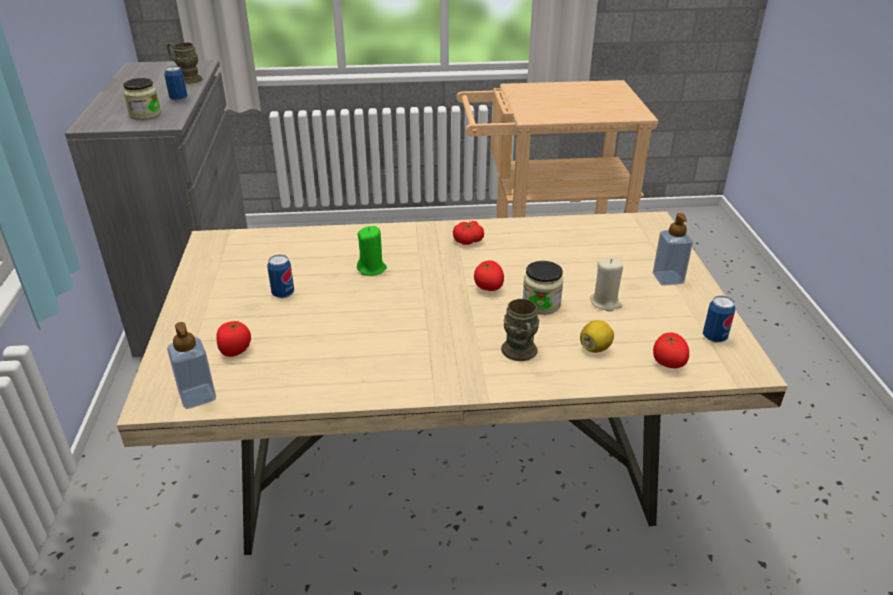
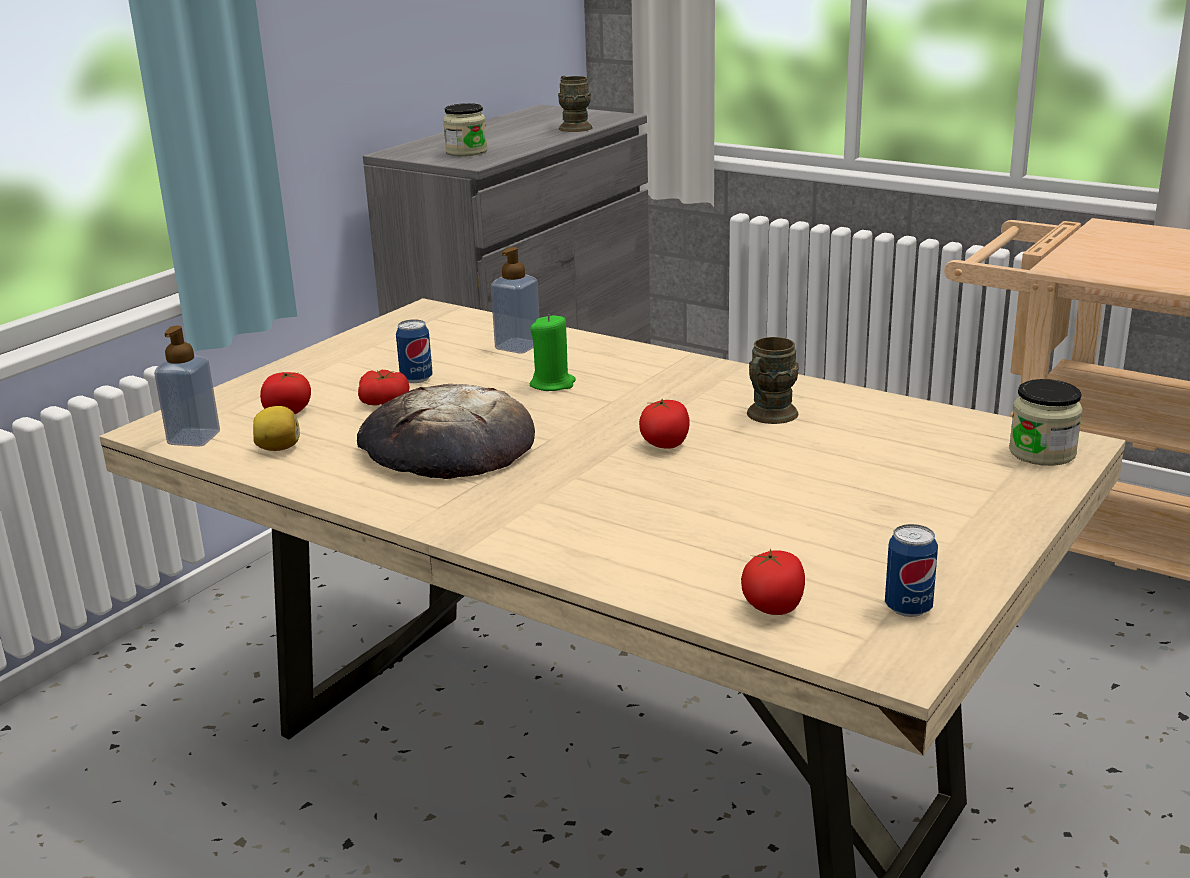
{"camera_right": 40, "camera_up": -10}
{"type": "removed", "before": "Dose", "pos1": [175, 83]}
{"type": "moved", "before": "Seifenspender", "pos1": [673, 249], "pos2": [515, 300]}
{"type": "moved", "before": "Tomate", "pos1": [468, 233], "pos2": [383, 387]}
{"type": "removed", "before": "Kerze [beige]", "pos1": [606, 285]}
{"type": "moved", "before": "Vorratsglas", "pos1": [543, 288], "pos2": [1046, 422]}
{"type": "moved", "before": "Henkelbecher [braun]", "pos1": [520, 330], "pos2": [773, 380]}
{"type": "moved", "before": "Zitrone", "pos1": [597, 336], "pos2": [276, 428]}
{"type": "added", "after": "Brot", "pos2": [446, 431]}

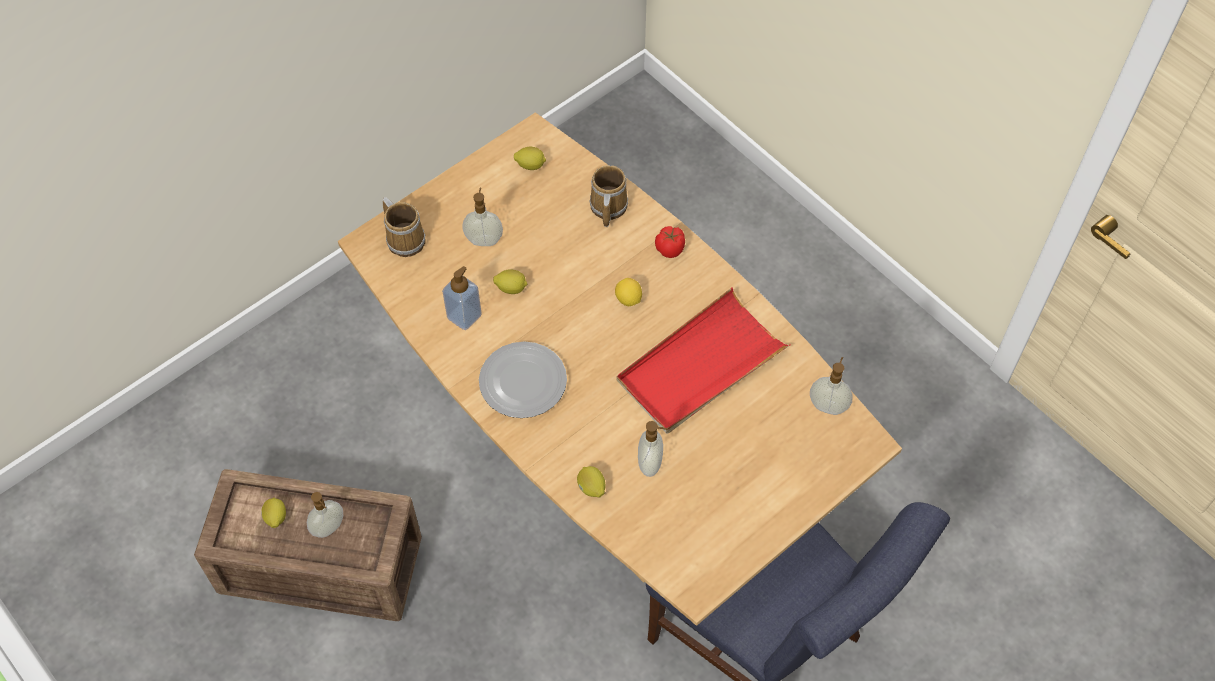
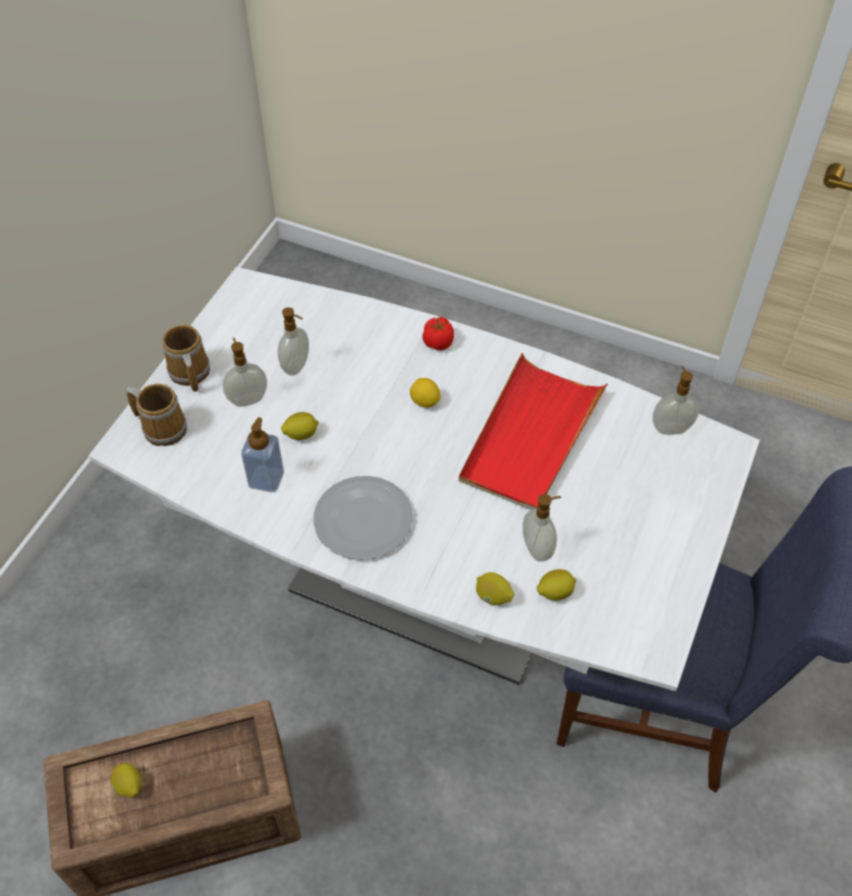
{"camera_right": -25, "camera_up": -5}
{"type": "recoloured", "before": "Esstisch [braun]", "after": "Esstisch [weiß]", "pos1": [620, 369], "pos2": [424, 479]}
{"type": "moved", "before": "Zitrone", "pos1": [530, 158], "pos2": [556, 585]}
{"type": "moved", "before": "Henkelbecher", "pos1": [608, 196], "pos2": [186, 358]}
{"type": "moved", "before": "Seifenspender", "pos1": [325, 515], "pos2": [293, 341]}

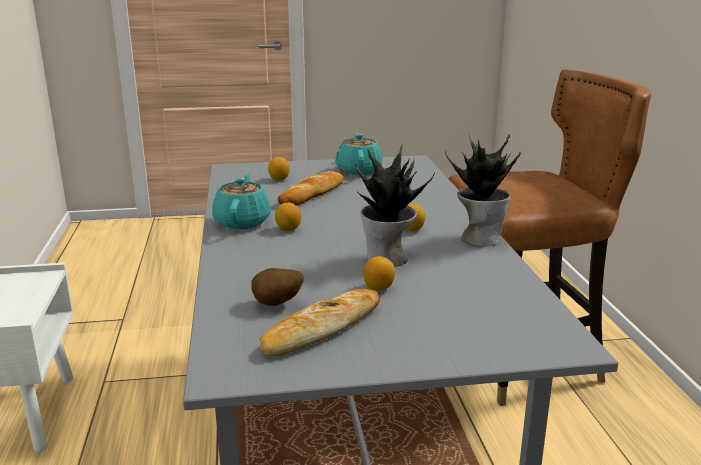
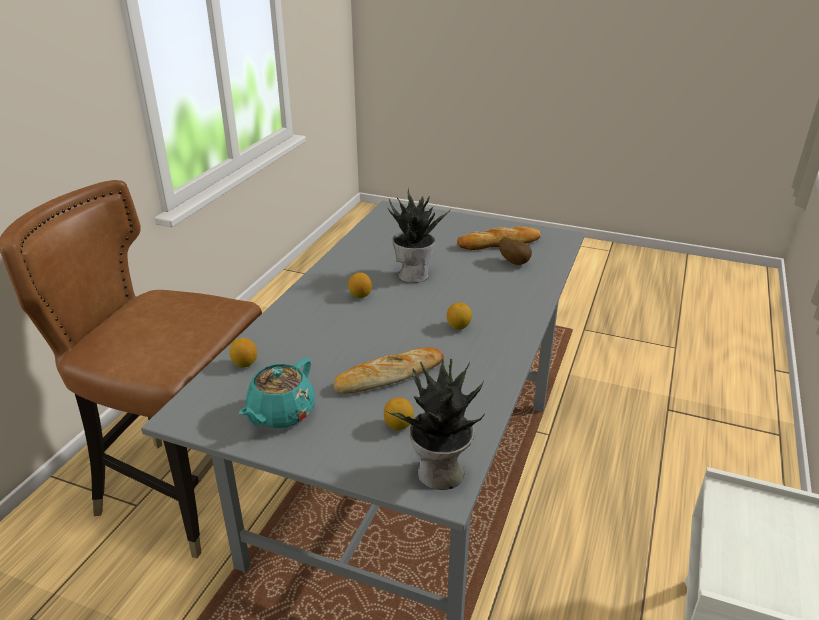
{"camera_right": -150, "camera_up": 10}
{"type": "moved", "before": "Topfpflanze", "pos1": [483, 190], "pos2": [435, 424]}
{"type": "removed", "before": "Teekanne [türkis]", "pos1": [241, 201]}
{"type": "moved", "before": "Zitrone", "pos1": [379, 273], "pos2": [243, 353]}

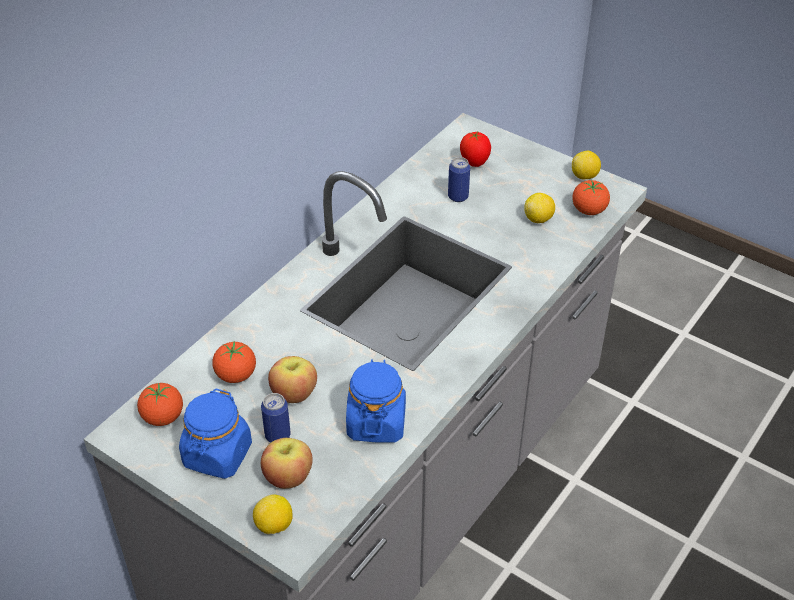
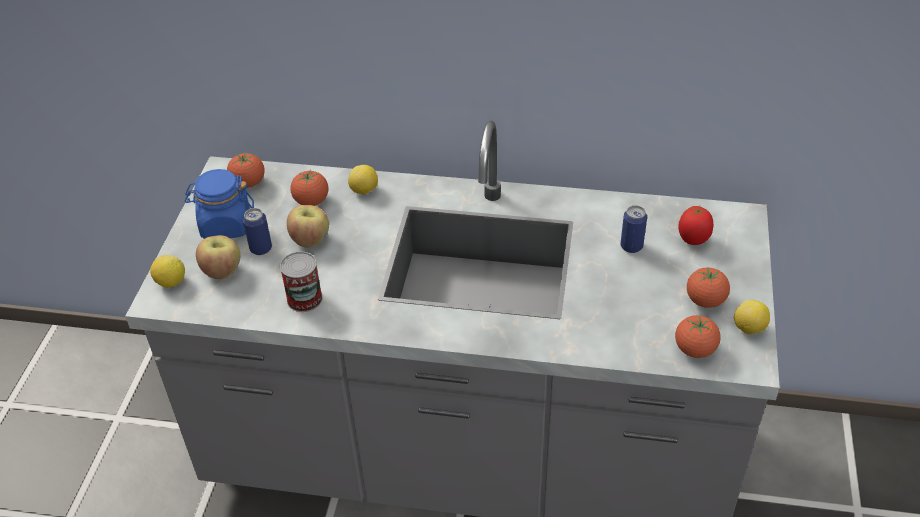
{"camera_right": 65, "camera_up": 0}
{"type": "moved", "before": "Zitrone", "pos1": [539, 208], "pos2": [363, 179]}
{"type": "replaced", "before": "Vorratsglas [blau]", "after": "Dose", "pos1": [376, 400], "pos2": [301, 282]}
{"type": "added", "after": "Tomate", "pos2": [708, 287]}

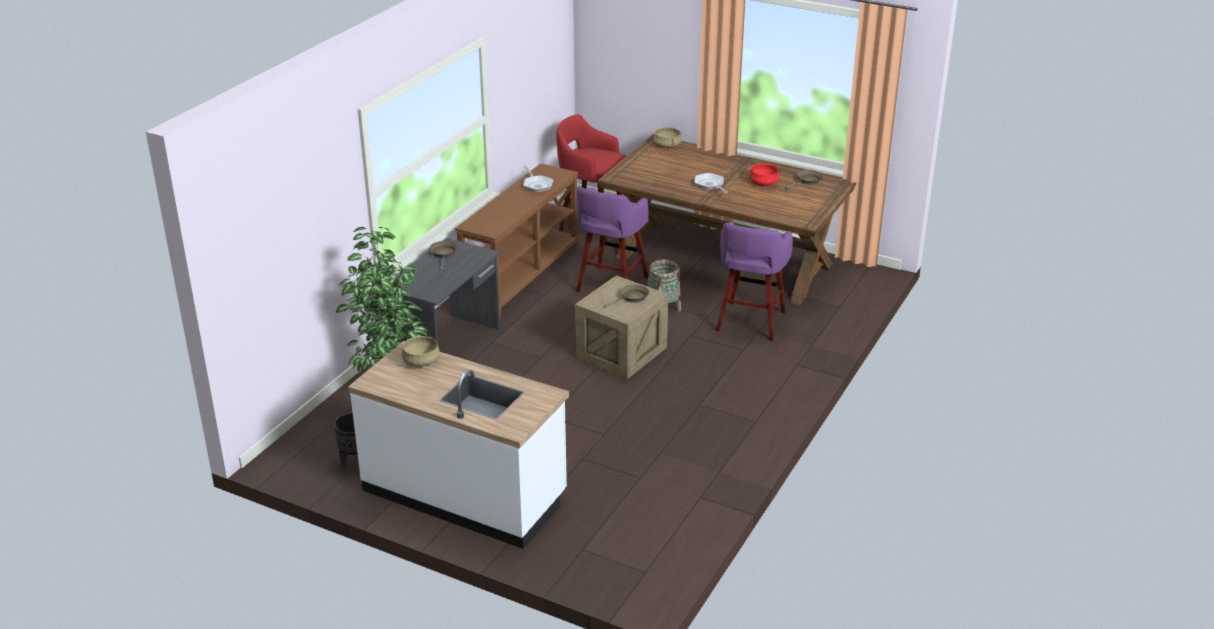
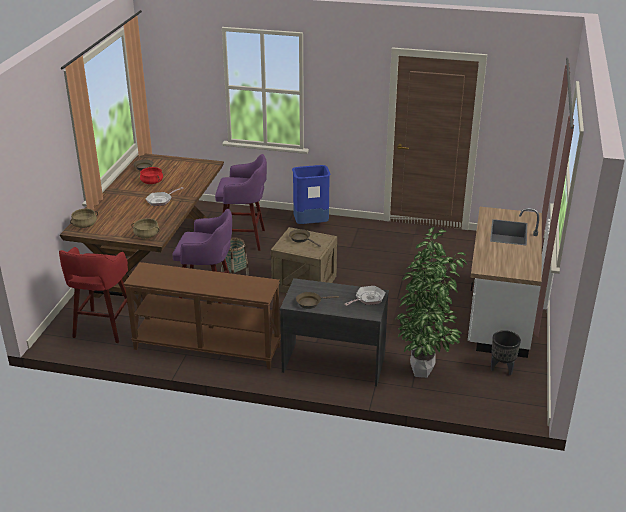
{"camera_right": -105, "camera_up": 0}
{"type": "moved", "before": "Pfanne", "pos1": [538, 179], "pos2": [365, 296]}
{"type": "moved", "before": "Kochtopf [beige]", "pos1": [421, 351], "pos2": [145, 228]}
{"type": "added", "after": "Mülleimer [blau]", "pos2": [311, 194]}

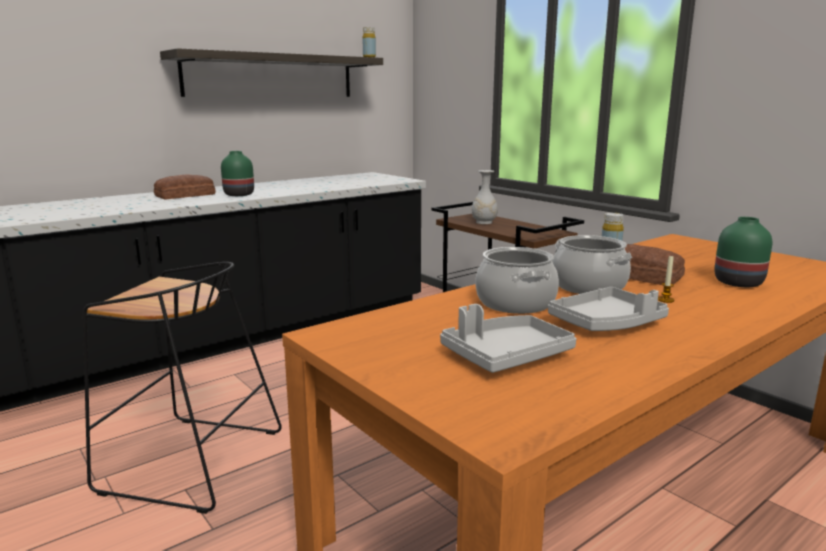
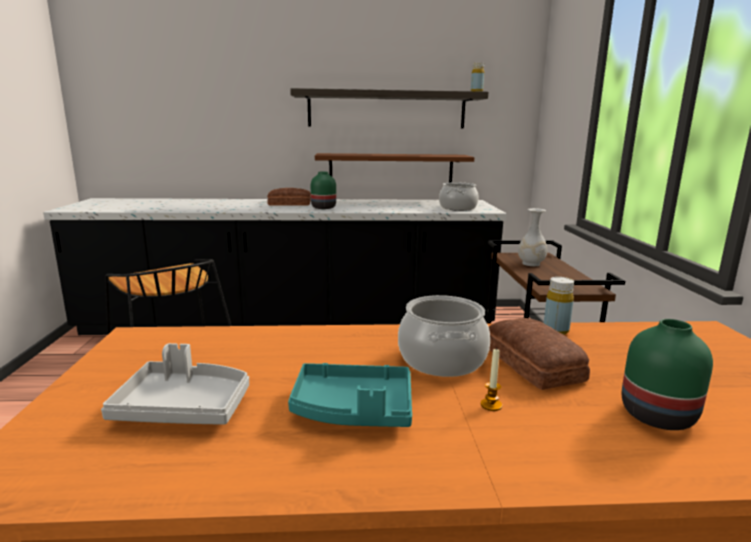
{"camera_right": 35, "camera_up": 0}
{"type": "moved", "before": "Kochtopf", "pos1": [517, 280], "pos2": [459, 196]}
{"type": "recoloured", "before": "Tablett [grau]", "after": "Tablett [türkis]", "pos1": [608, 309], "pos2": [350, 395]}
{"type": "added", "after": "Wandregal [braun]", "pos2": [394, 168]}

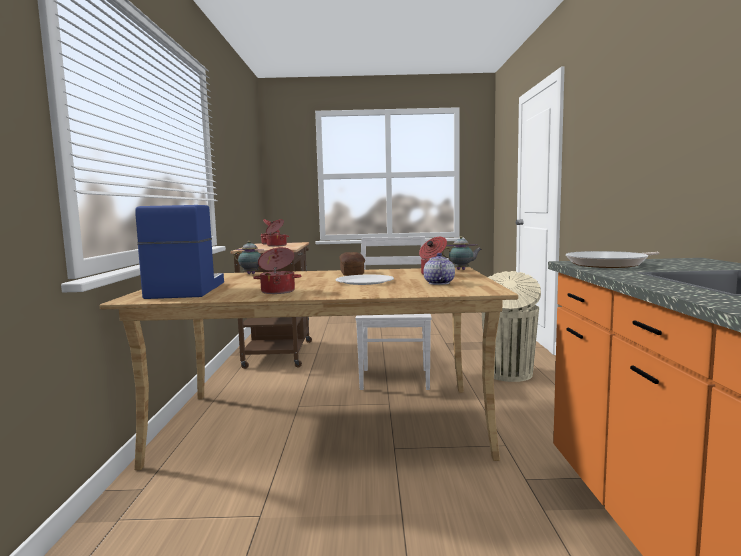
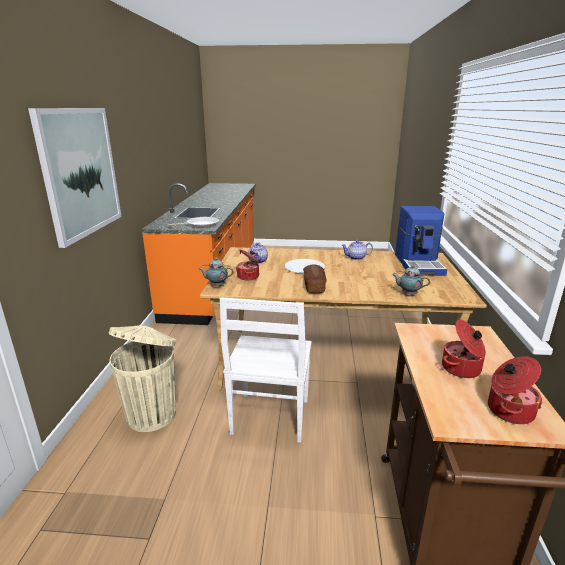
{"camera_right": -175, "camera_up": 15}
{"type": "replaced", "before": "Kochtopf", "after": "Teekanne", "pos1": [277, 270], "pos2": [357, 250]}
{"type": "added", "after": "Bild", "pos2": [75, 178]}

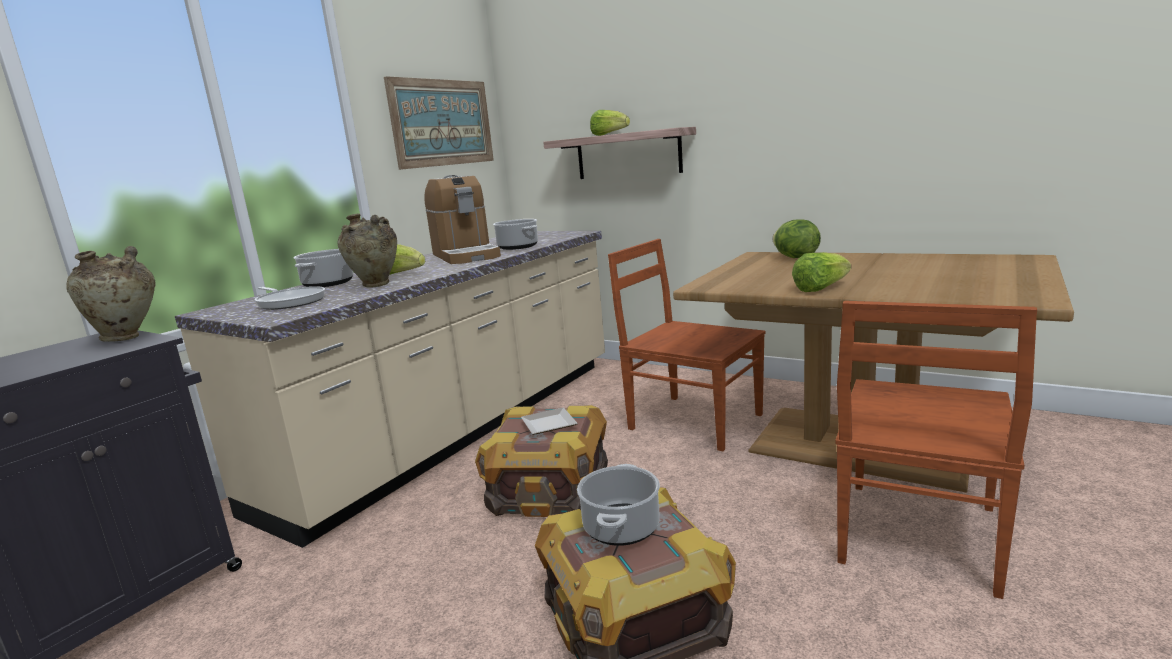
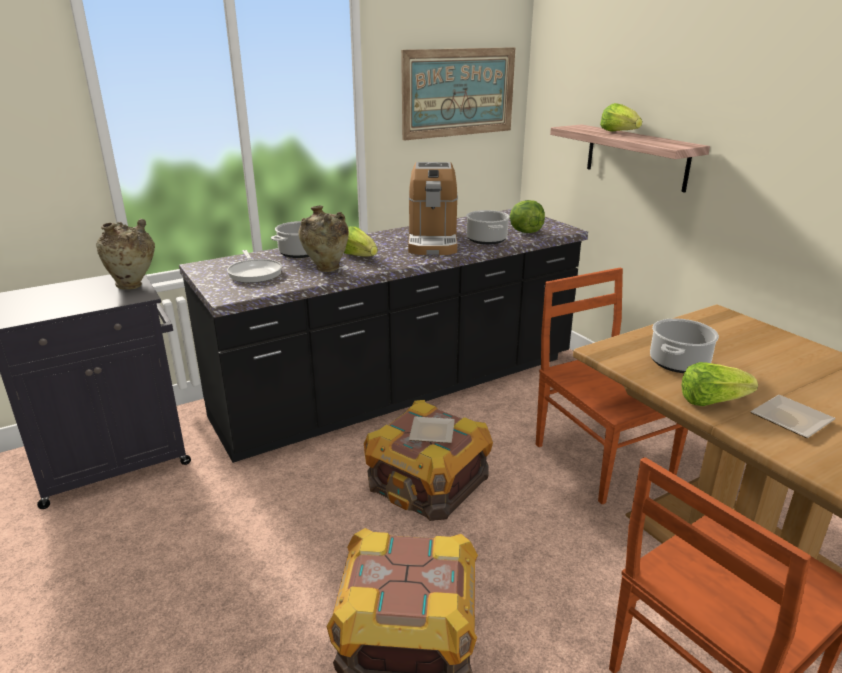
{"camera_right": 25, "camera_up": 10}
{"type": "moved", "before": "Salatkopf", "pos1": [796, 238], "pos2": [527, 216]}
{"type": "recoloured", "before": "Küchenzeile [beige]", "after": "Küchenzeile [schwarz]", "pos1": [390, 389], "pos2": [383, 336]}
{"type": "moved", "before": "Kochtopf", "pos1": [618, 505], "pos2": [684, 345]}
{"type": "added", "after": "Teller", "pos2": [792, 416]}

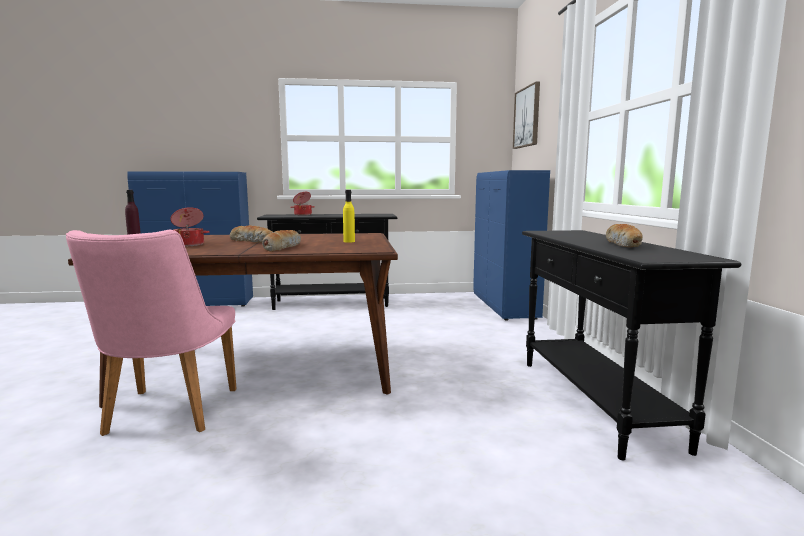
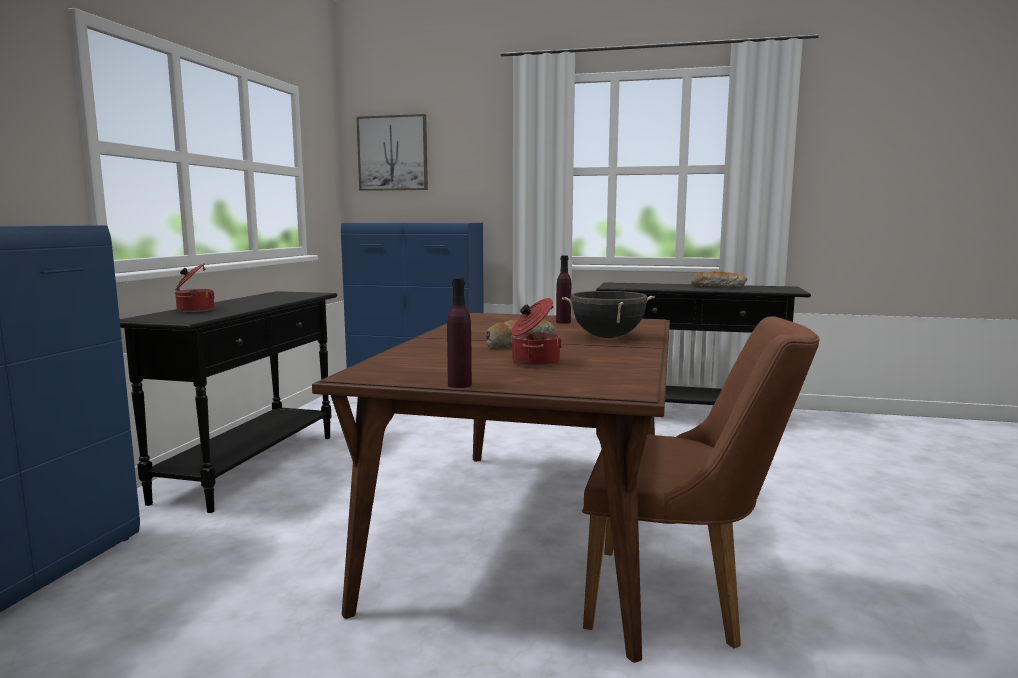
{"camera_right": -70, "camera_up": 0}
{"type": "recoloured", "before": "Flasche [gelb]", "after": "Flasche [lila]", "pos1": [349, 216], "pos2": [563, 290]}
{"type": "recoloured", "before": "Stuhl [rosa]", "after": "Stuhl [braun]", "pos1": [151, 333], "pos2": [701, 482]}
{"type": "replaced", "before": "Brot", "after": "Kochtopf [schwarz]", "pos1": [281, 241], "pos2": [608, 314]}

